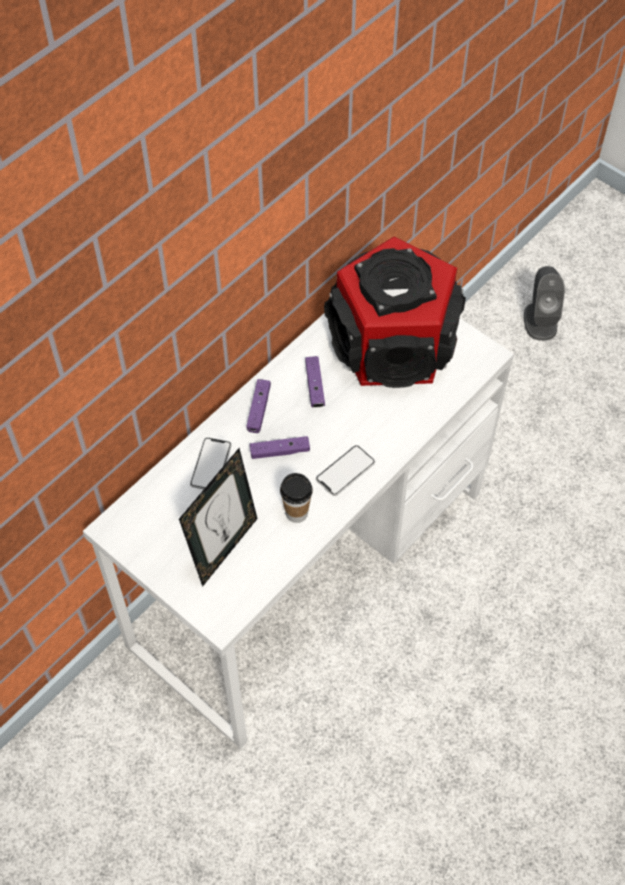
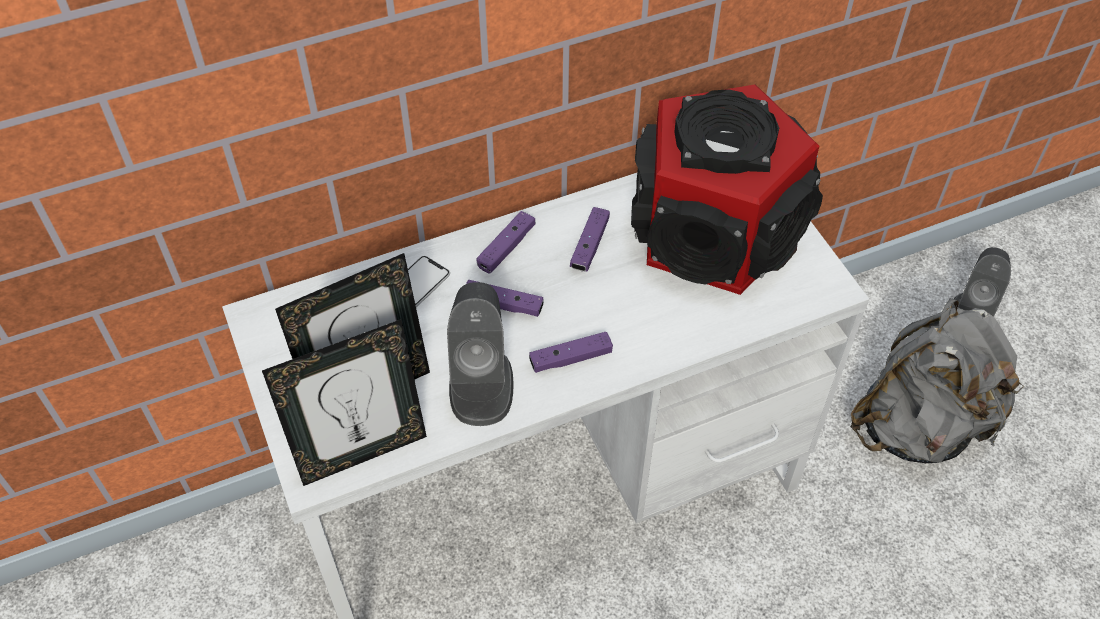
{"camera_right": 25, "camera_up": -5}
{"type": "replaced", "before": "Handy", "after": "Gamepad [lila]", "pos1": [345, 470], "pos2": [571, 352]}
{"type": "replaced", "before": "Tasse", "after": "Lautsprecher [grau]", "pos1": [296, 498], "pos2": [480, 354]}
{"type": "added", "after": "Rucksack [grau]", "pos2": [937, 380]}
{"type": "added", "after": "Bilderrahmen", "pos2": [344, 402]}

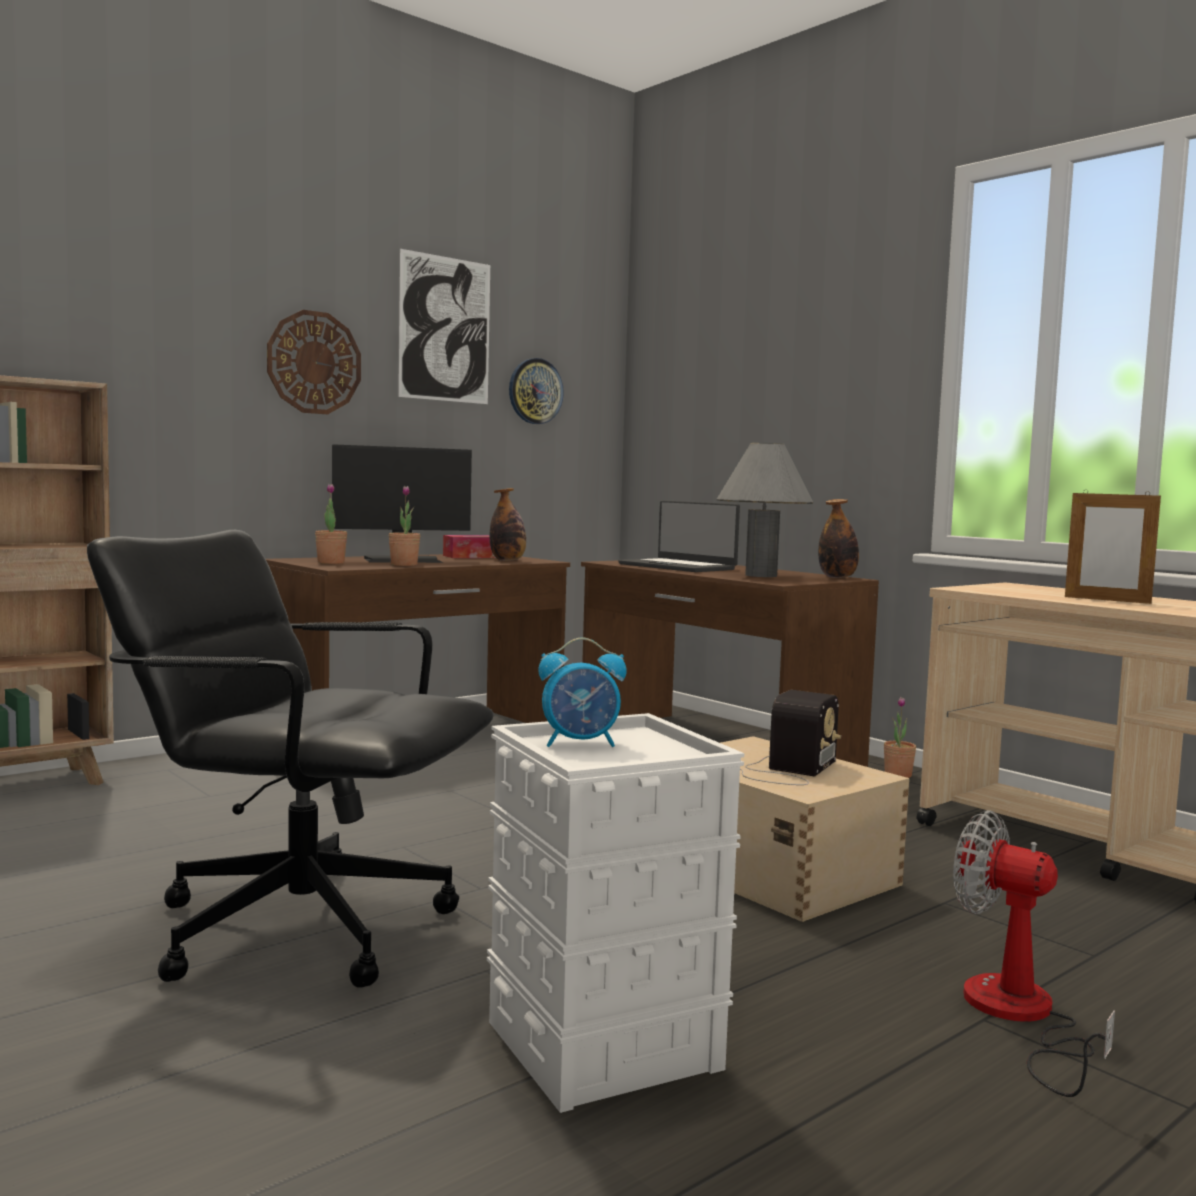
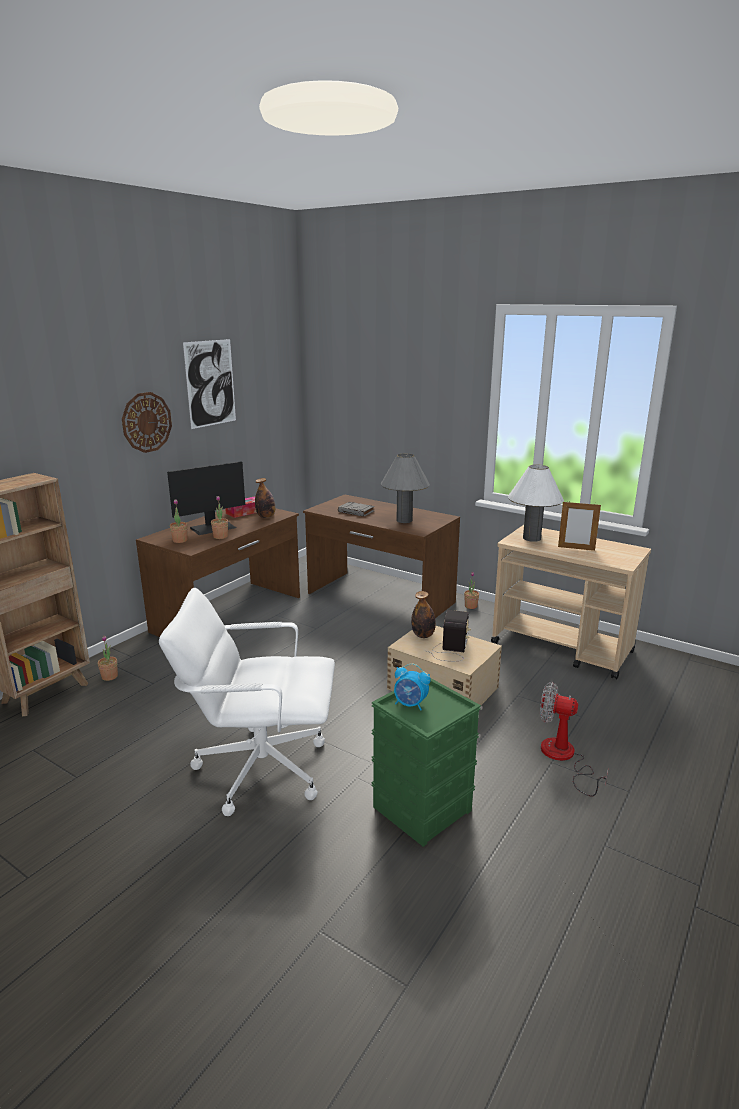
{"camera_right": -15, "camera_up": 15}
{"type": "removed", "before": "Wanduhr", "pos1": [536, 391]}
{"type": "moved", "before": "Flasche", "pos1": [838, 538], "pos2": [423, 614]}
{"type": "replaced", "before": "Laptop", "after": "Buch [grau]", "pos1": [679, 536], "pos2": [356, 509]}
{"type": "recoloured", "before": "Bürostuhl [schwarz]", "after": "Bürostuhl [weiß]", "pos1": [290, 759], "pos2": [247, 702]}
{"type": "turned", "before": "Wecker", "pos1": [582, 692], "pos2": [412, 686], "turn": 45}
{"type": "recoloured", "before": "Aufbewahrungsbox [weiß]", "after": "Aufbewahrungsbox [grün]", "pos1": [615, 913], "pos2": [426, 762]}
{"type": "added", "after": "Tischlampe [weiß]", "pos2": [536, 503]}
{"type": "added", "after": "Topfpflanze", "pos2": [108, 658]}

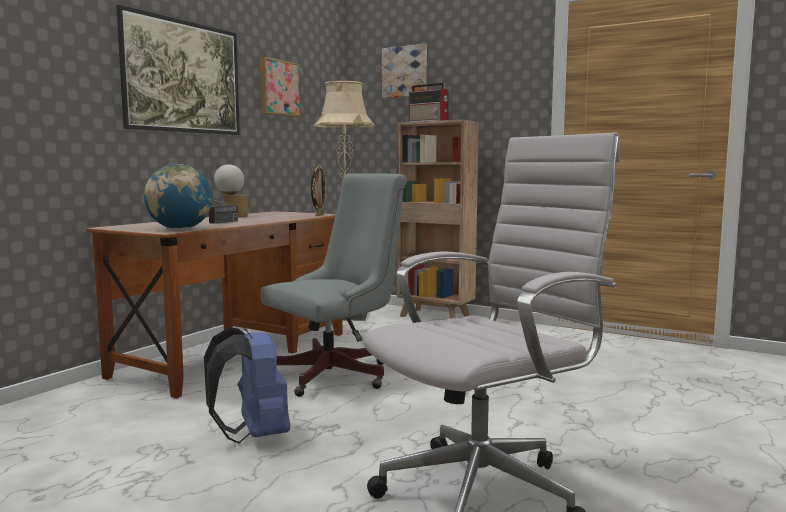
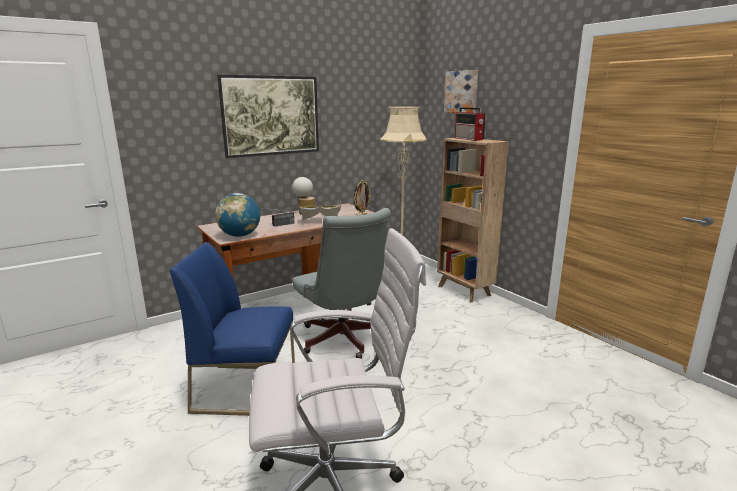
{"camera_right": 25, "camera_up": 10}
{"type": "removed", "before": "Bild", "pos1": [280, 87]}
{"type": "turned", "before": "Bürostuhl [grau]", "pos1": [334, 285], "pos2": [342, 283], "turn": 75}
{"type": "replaced", "before": "Rucksack [blau]", "after": "Stuhl [blau]", "pos1": [247, 384], "pos2": [232, 329]}
{"type": "added", "after": "Buch", "pos2": [320, 212]}

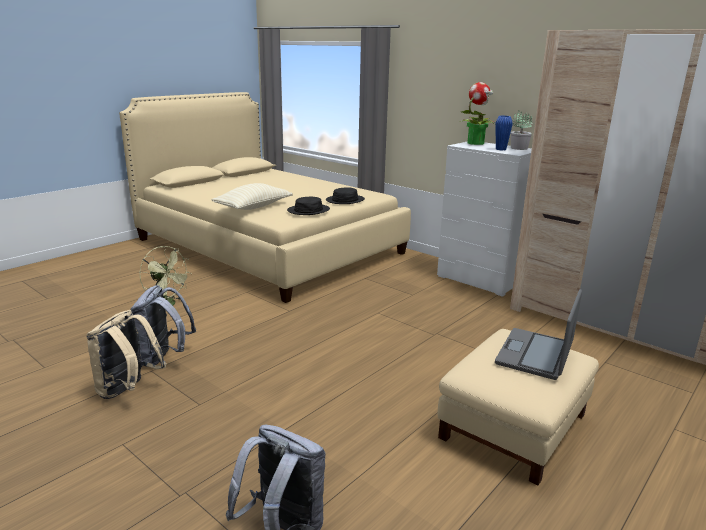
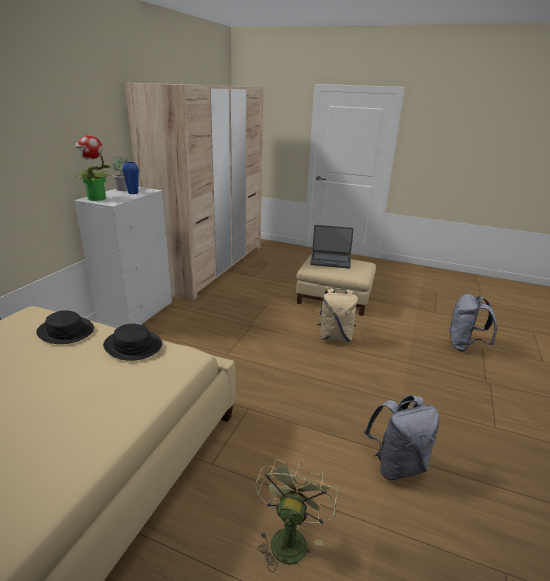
{"camera_right": -110, "camera_up": 5}
{"type": "removed", "before": "Kissen [beige]", "pos1": [252, 196]}
{"type": "moved", "before": "Rucksack [beige]", "pos1": [126, 354], "pos2": [338, 315]}

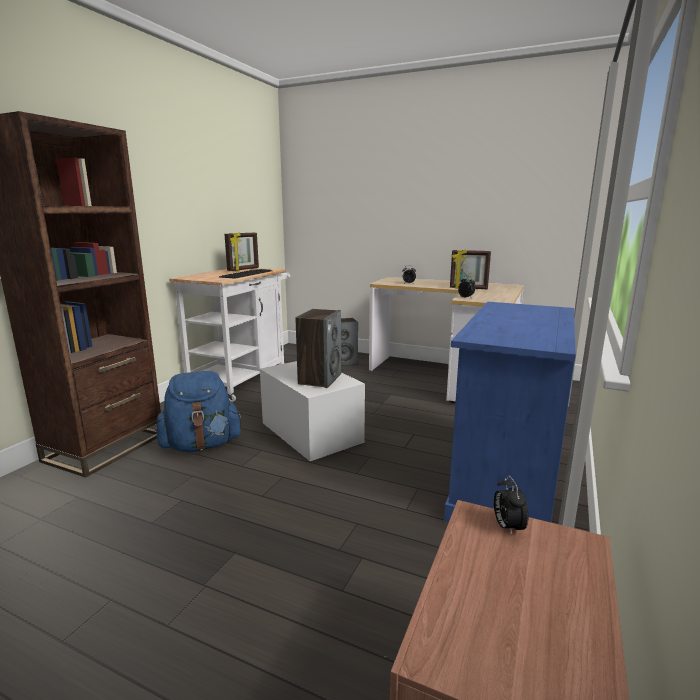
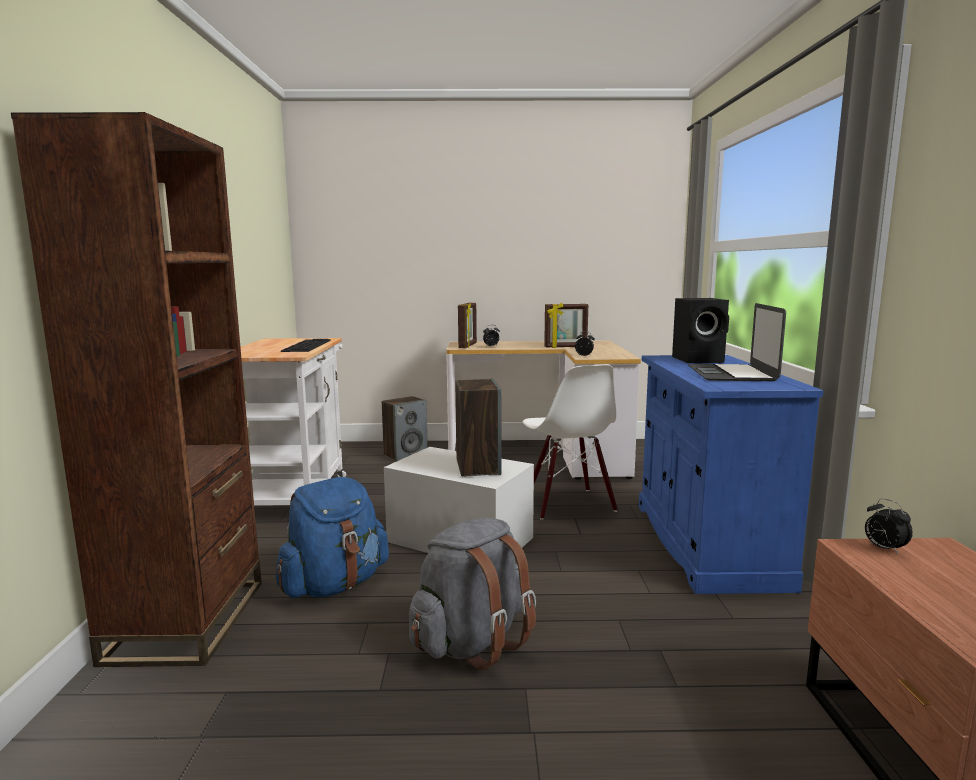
{"camera_right": -25, "camera_up": -5}
{"type": "moved", "before": "Bilderrahmen", "pos1": [241, 251], "pos2": [467, 325]}
{"type": "added", "after": "Lautsprecher [schwarz]", "pos2": [700, 330]}
{"type": "added", "after": "Laptop", "pos2": [737, 342]}
{"type": "added", "after": "Stuhl [weiß]", "pos2": [570, 442]}
{"type": "added", "after": "Rucksack [grau]", "pos2": [472, 594]}

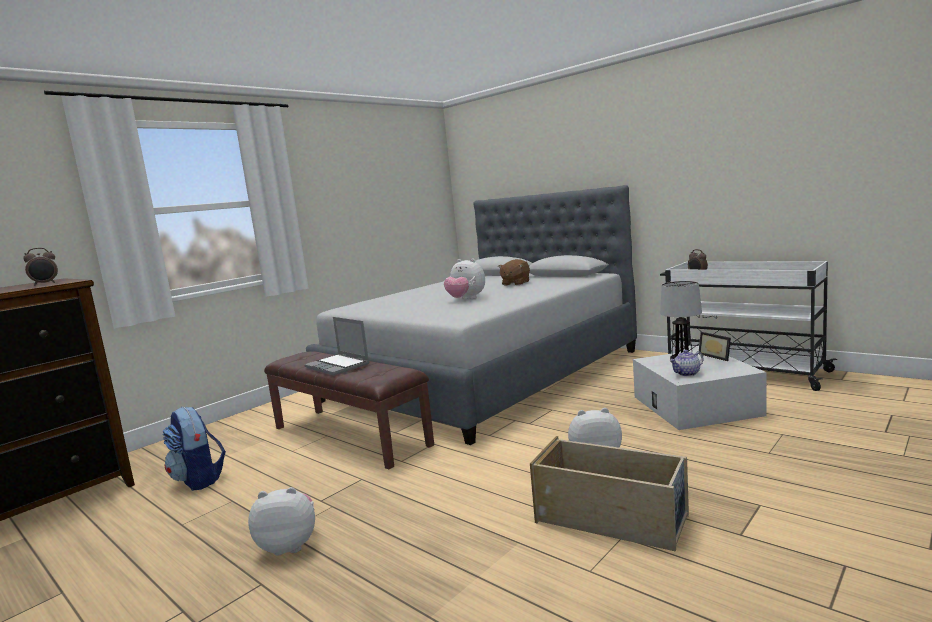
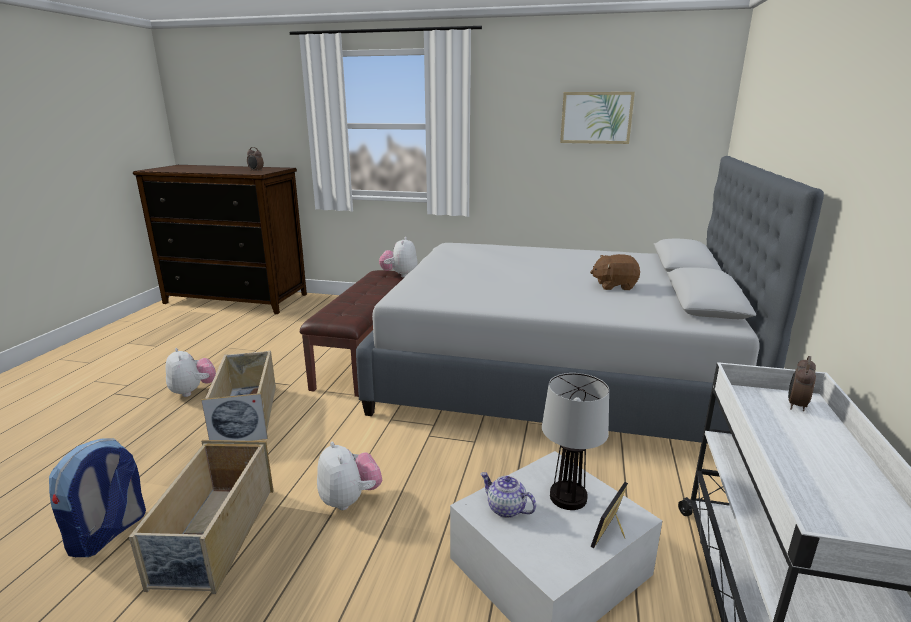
{"camera_right": 60, "camera_up": 10}
{"type": "moved", "before": "Plüschtier", "pos1": [464, 278], "pos2": [398, 257]}
{"type": "removed", "before": "Laptop", "pos1": [336, 346]}
{"type": "moved", "before": "Rucksack", "pos1": [194, 449], "pos2": [97, 497]}
{"type": "added", "after": "Bild", "pos2": [597, 118]}
{"type": "added", "after": "Aufbewahrungsbox [beige]", "pos2": [239, 395]}

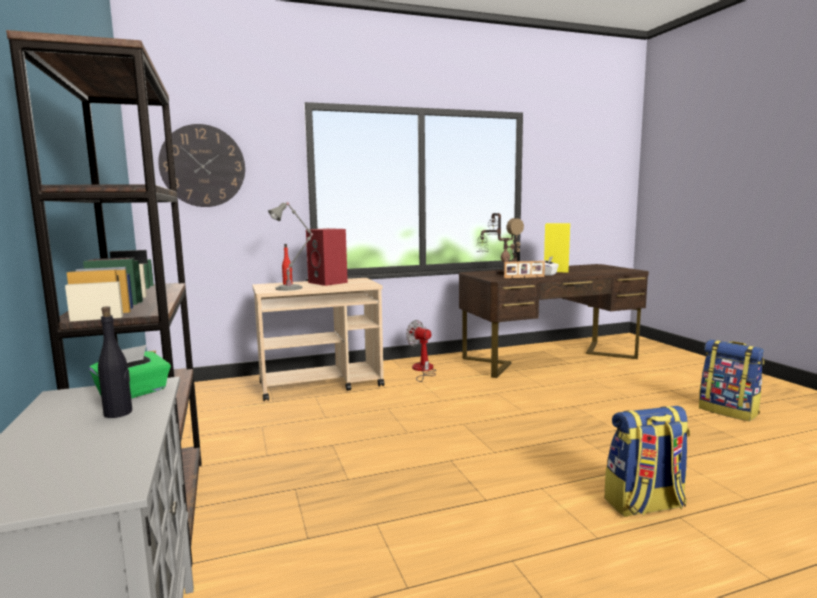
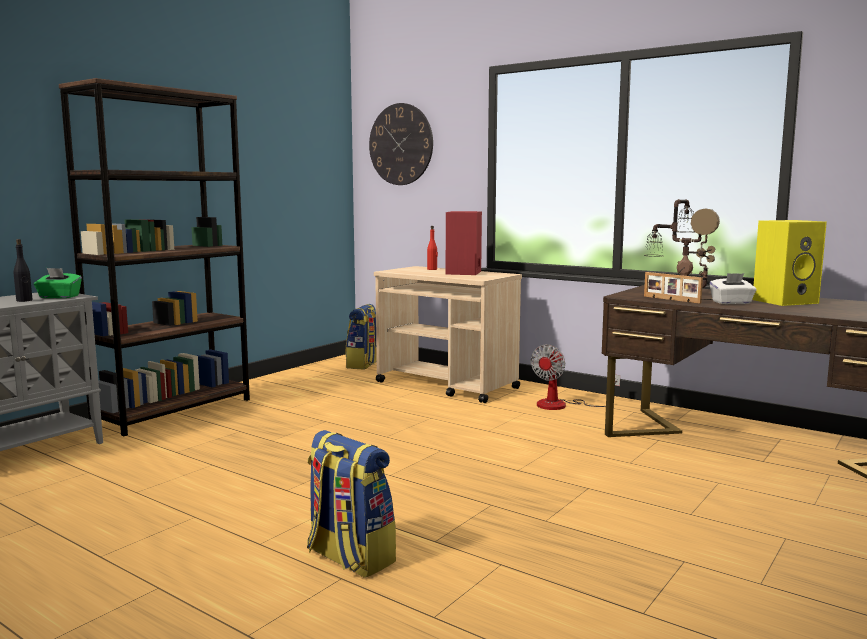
{"camera_right": 55, "camera_up": 0}
{"type": "removed", "before": "Tischlampe [grau]", "pos1": [290, 246]}
{"type": "turned", "before": "Ventilator", "pos1": [421, 351], "pos2": [575, 377], "turn": -150}
{"type": "moved", "before": "Rucksack", "pos1": [731, 380], "pos2": [361, 337]}

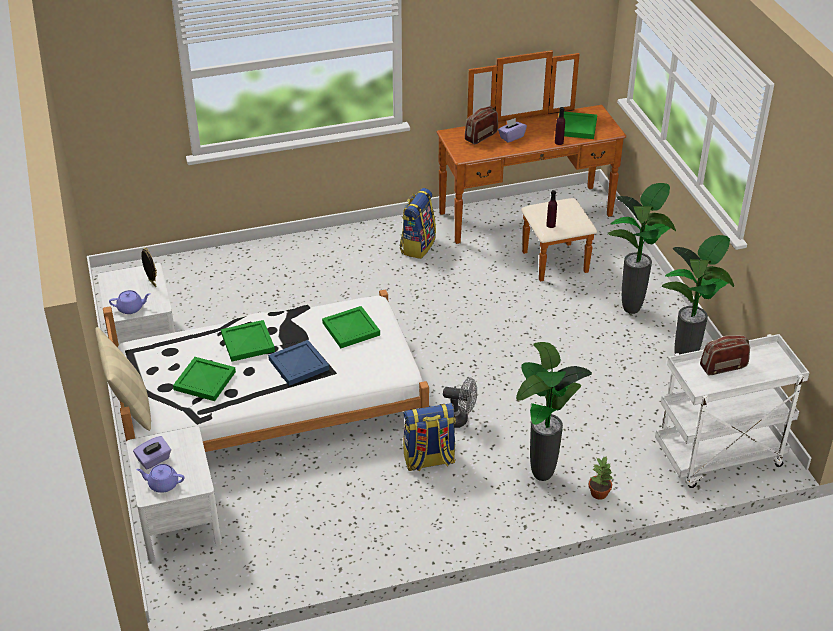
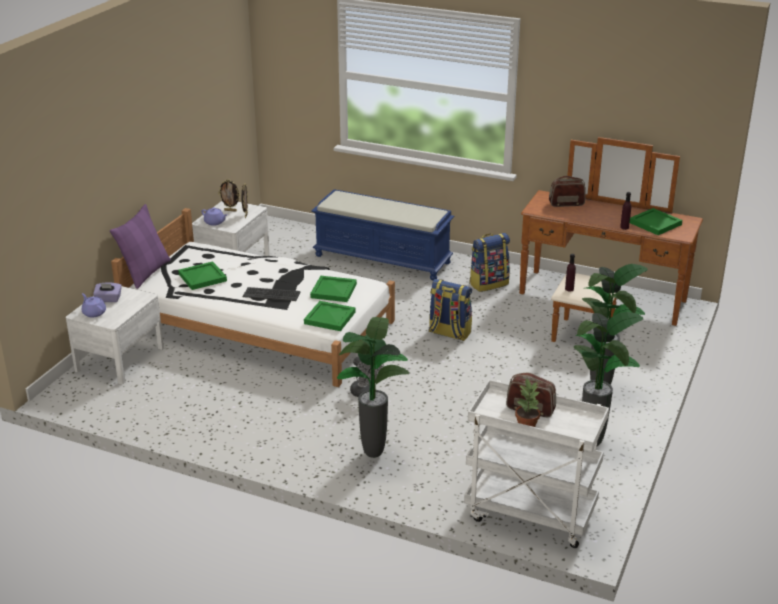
{"camera_right": 40, "camera_up": -10}
{"type": "removed", "before": "Taschentuchbox [lila]", "pos1": [512, 130]}
{"type": "moved", "before": "Tablett [grün]", "pos1": [248, 341], "pos2": [330, 316]}
{"type": "recoloured", "before": "Kissen [beige]", "after": "Kissen [lila]", "pos1": [123, 379], "pos2": [140, 246]}
{"type": "replaced", "before": "Tablett [blau]", "after": "Tastatur", "pos1": [298, 363], "pos2": [271, 294]}
{"type": "moved", "before": "Rucksack", "pos1": [429, 437], "pos2": [450, 310]}
{"type": "moved", "before": "Topfpflanze", "pos1": [601, 478], "pos2": [527, 402]}
{"type": "added", "after": "Bilderrahmen", "pos2": [229, 195]}
{"type": "added", "after": "Bank [blau]", "pos2": [382, 234]}

